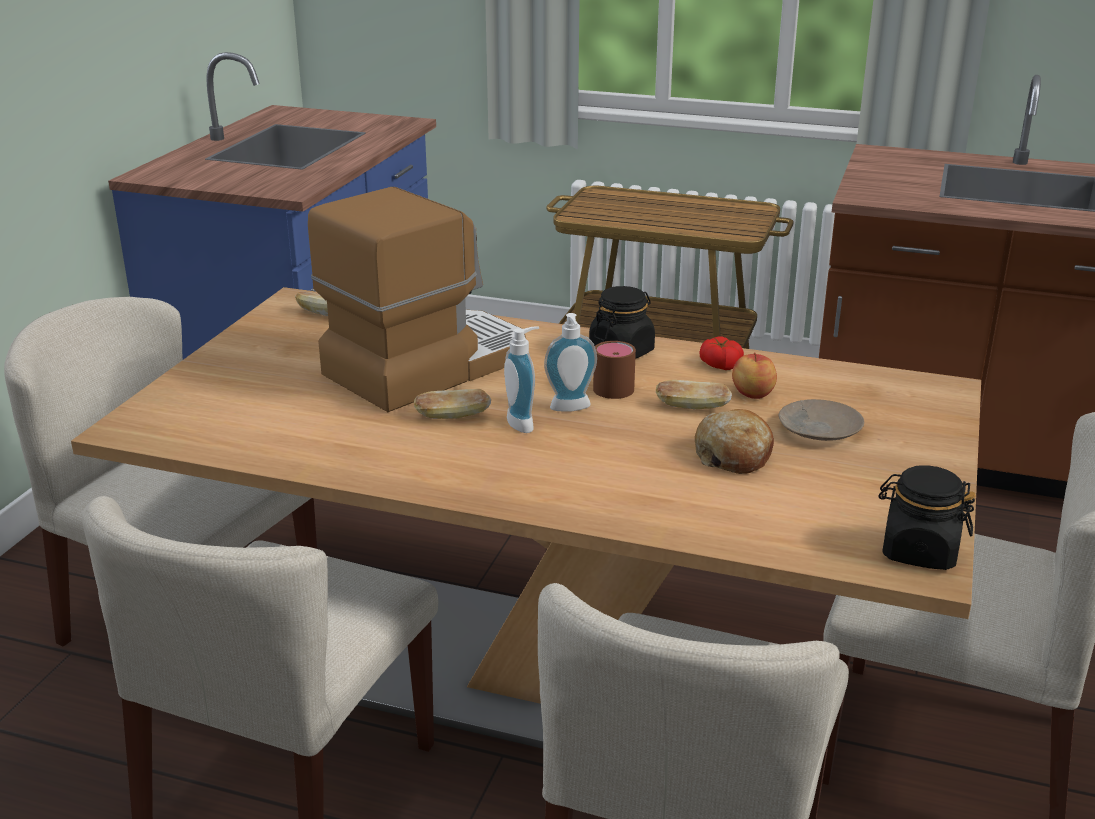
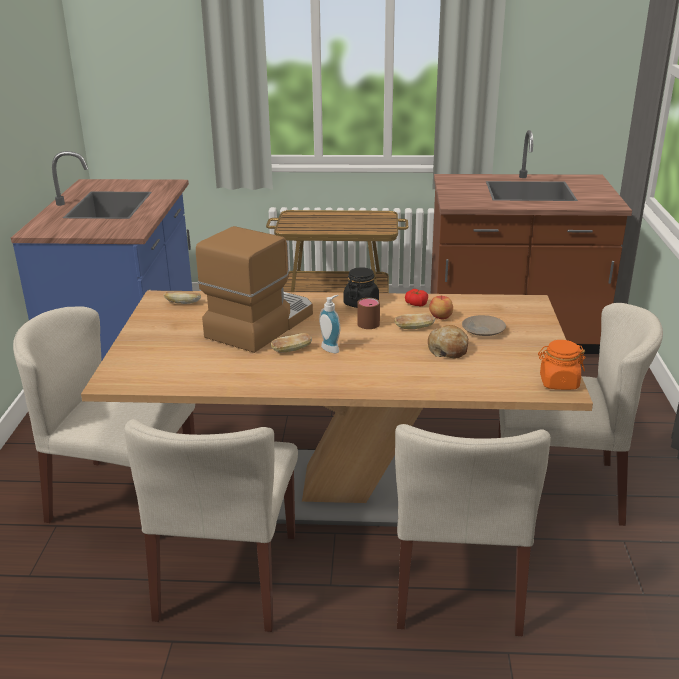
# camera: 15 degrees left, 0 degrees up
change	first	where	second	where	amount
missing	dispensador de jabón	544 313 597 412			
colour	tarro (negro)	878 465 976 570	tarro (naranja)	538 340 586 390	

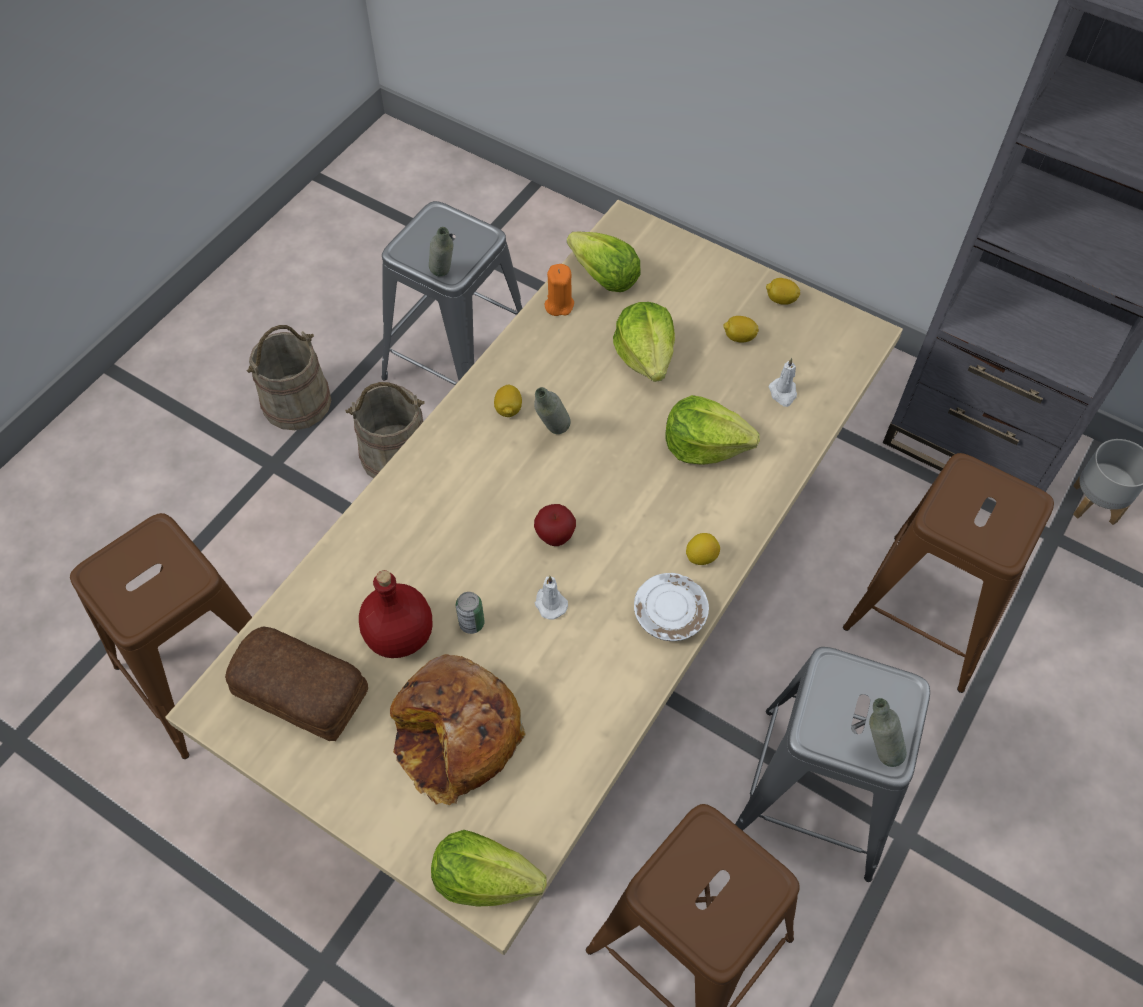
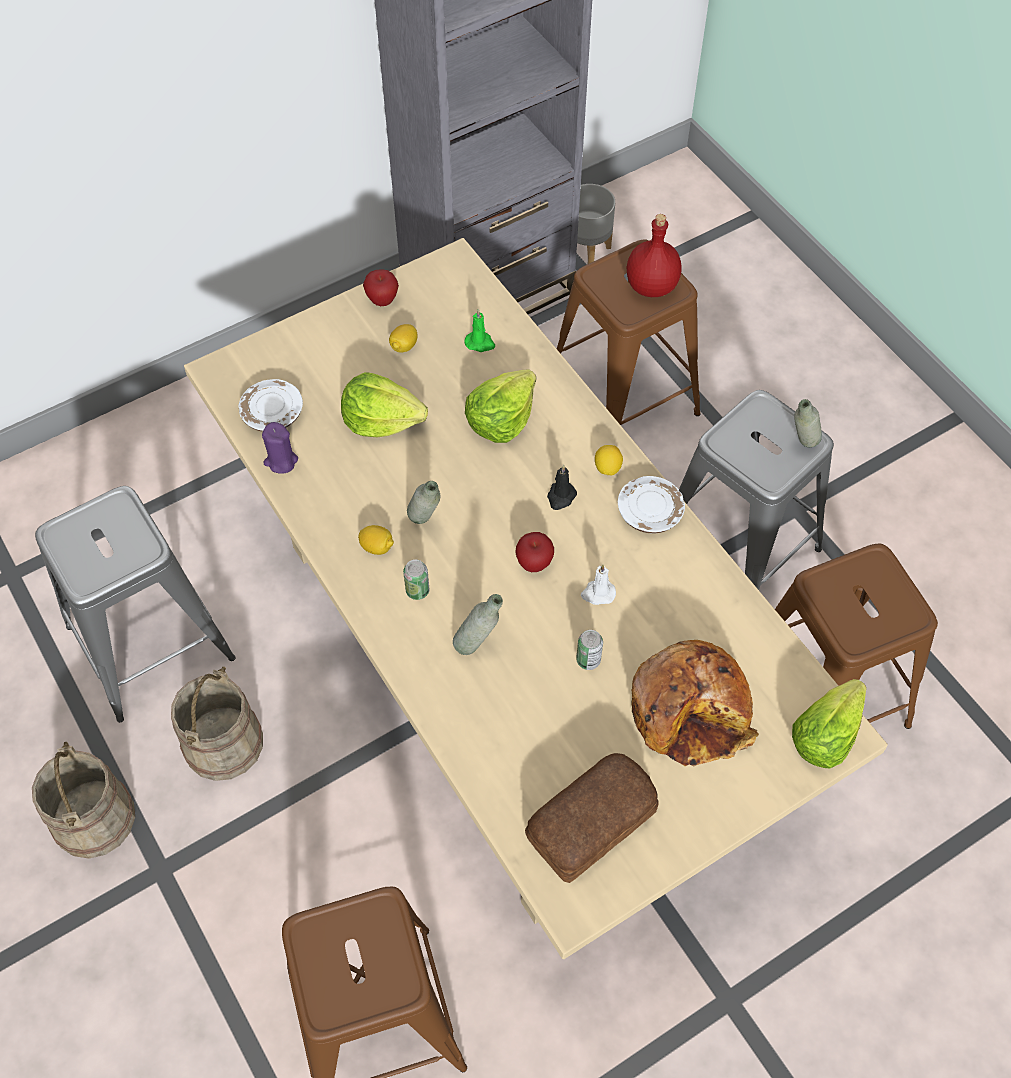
# camera: 65 degrees left, 0 degrees up
change	first	where	second	where	amount
relocated	botella (gris)	429 227 453 276		453 594 503 655	
exchanged	lechuga	567 232 640 292	plato (blanco)	238 379 303 432	
colour	vela (naranja)	545 264 574 316	vela (morado)	262 422 298 474	
exchanged	limón	766 278 800 305	manzana	363 269 399 306	
colour	vela (blanco)	769 358 797 407	vela (verde)	464 309 495 352	
relocated	botella (rojo)	359 570 432 658		627 214 682 297	
appeared			vela (negro)	547 465 577 510	
appeared			lata	403 559 429 600	

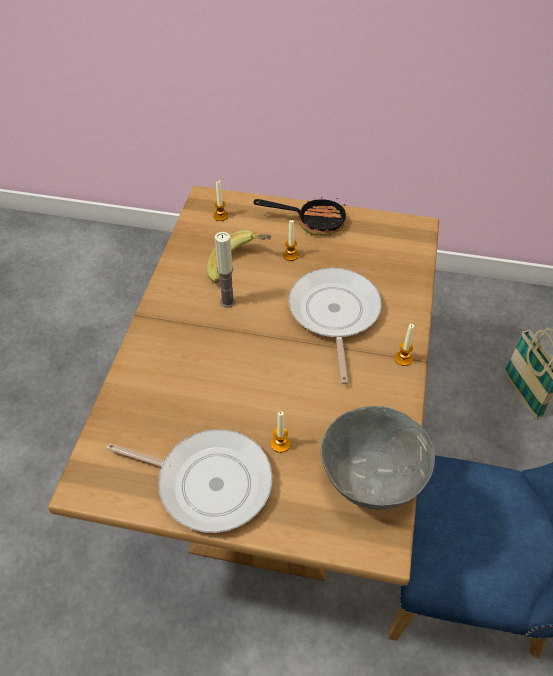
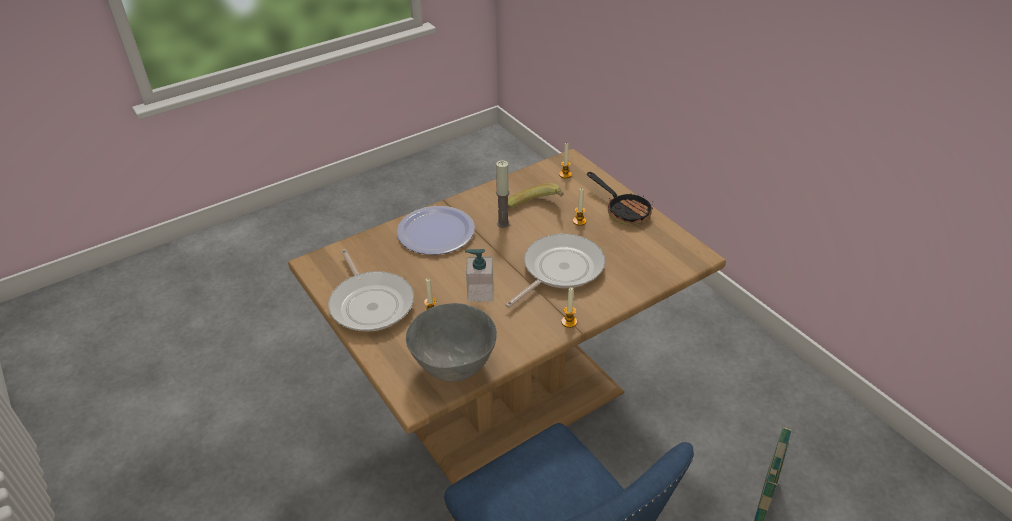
# camera: 45 degrees right, 10 degrees down
change	first	where	second	where	amount
appeared			plato	397 206 475 255	
appeared			dispensador de jabón	465 249 494 302	

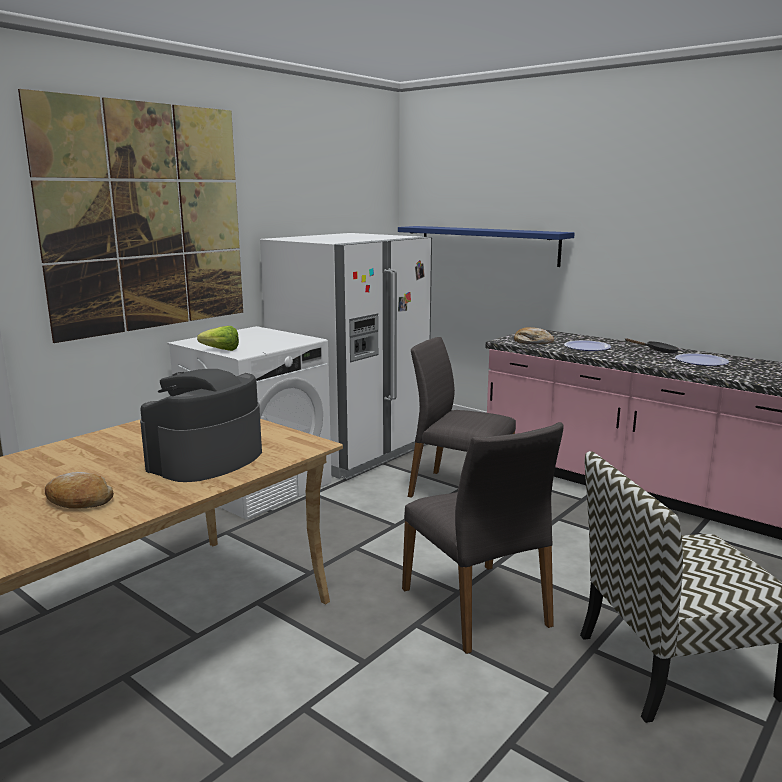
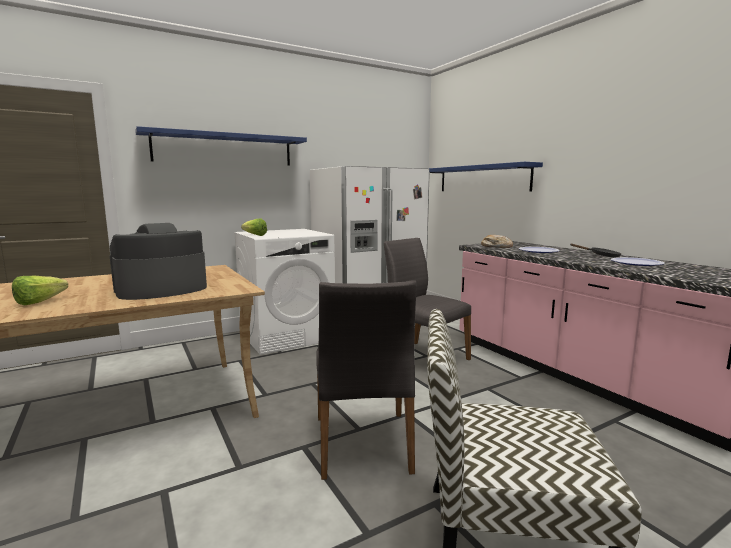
# camera: 20 degrees right, 5 degrees down
change	first	where	second	where	amount
exchanged	cuadro	18 89 243 343	estante (azul)	135 126 307 166	
exchanged	pan	45 472 114 509	lechuga	12 275 68 305	

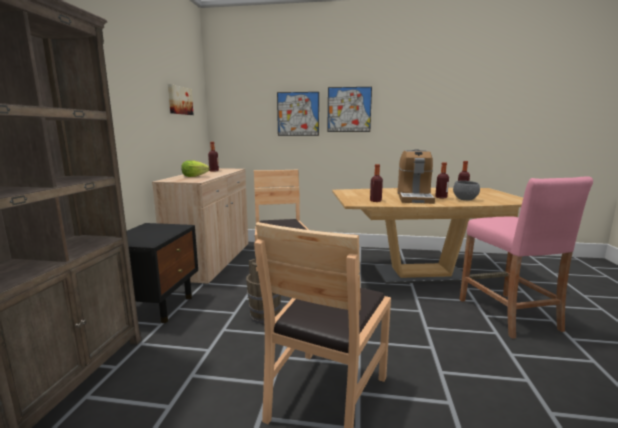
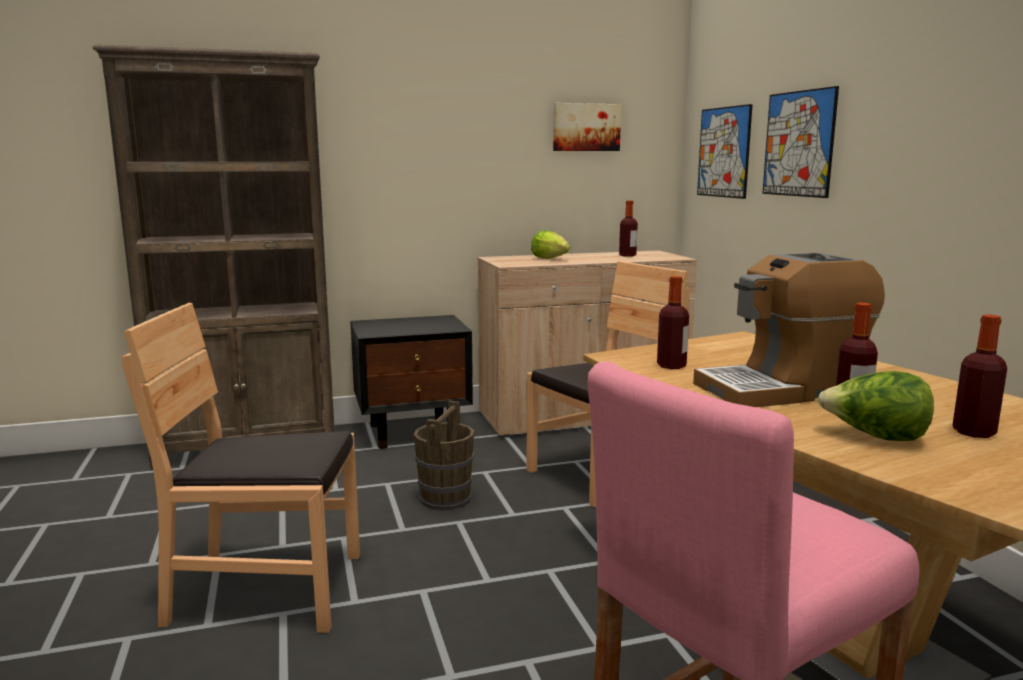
# camera: 65 degrees right, 0 degrees up
change	first	where	second	where	amount
relocated	cuadro	327 87 372 132		697 104 753 199	
exchanged	cuenco (gris)	453 181 480 200	lechuga	818 371 934 441	

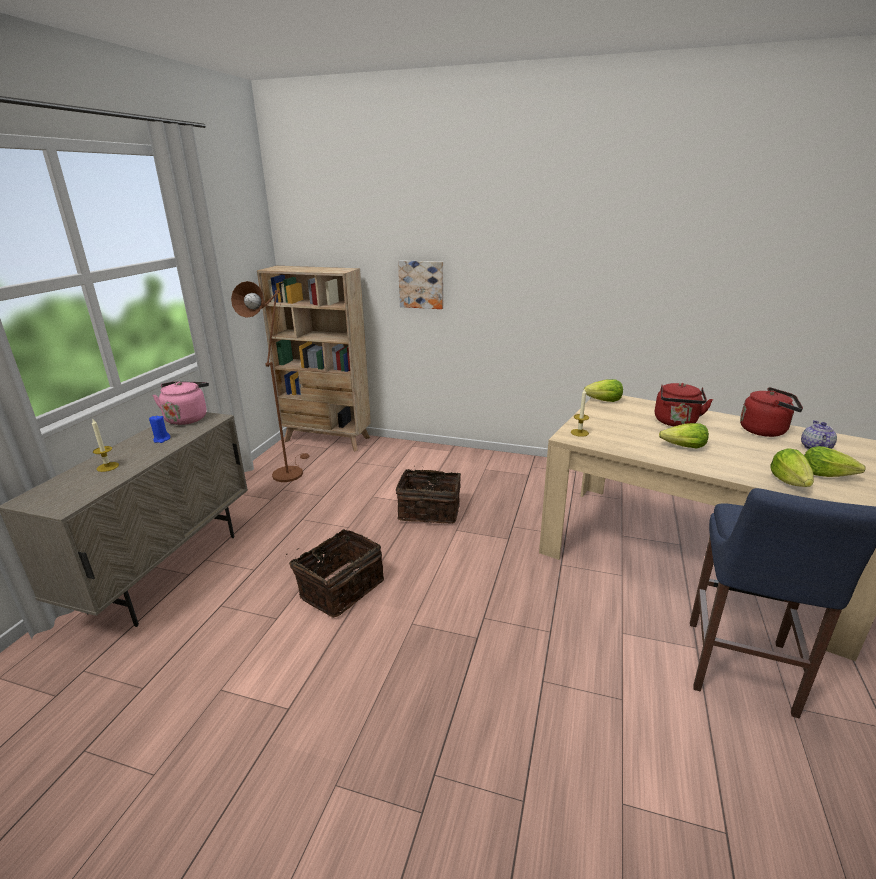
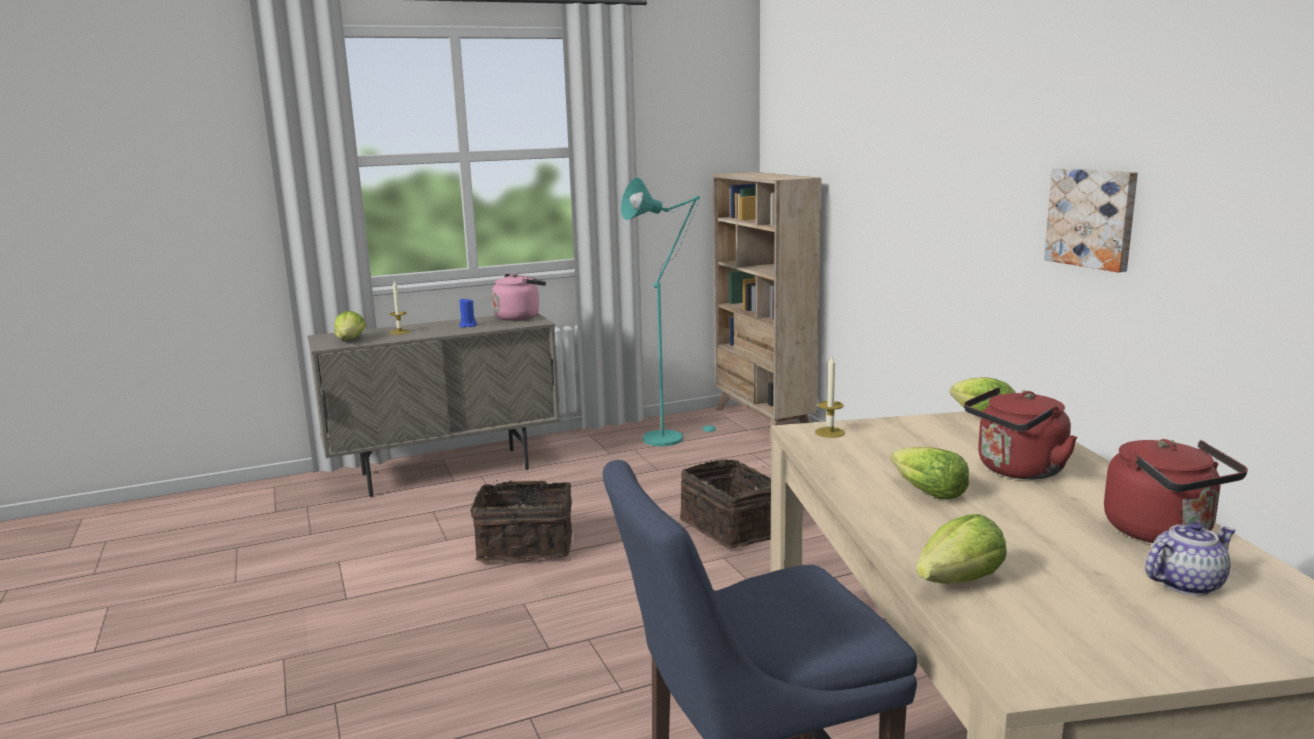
# camera: 50 degrees right, 10 degrees down
change	first	where	second	where	amount
relocated	cuadro	398 260 444 309		1044 168 1138 272	
colour	lámpara de pie (marrón)	231 281 310 482	lámpara de pie (turquesa)	621 177 717 446	
relocated	lechuga	804 446 866 477		334 311 366 340	

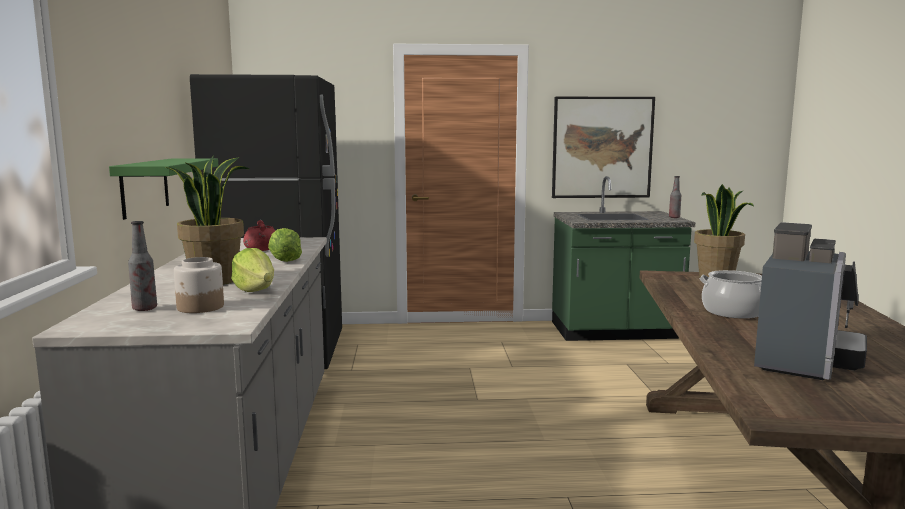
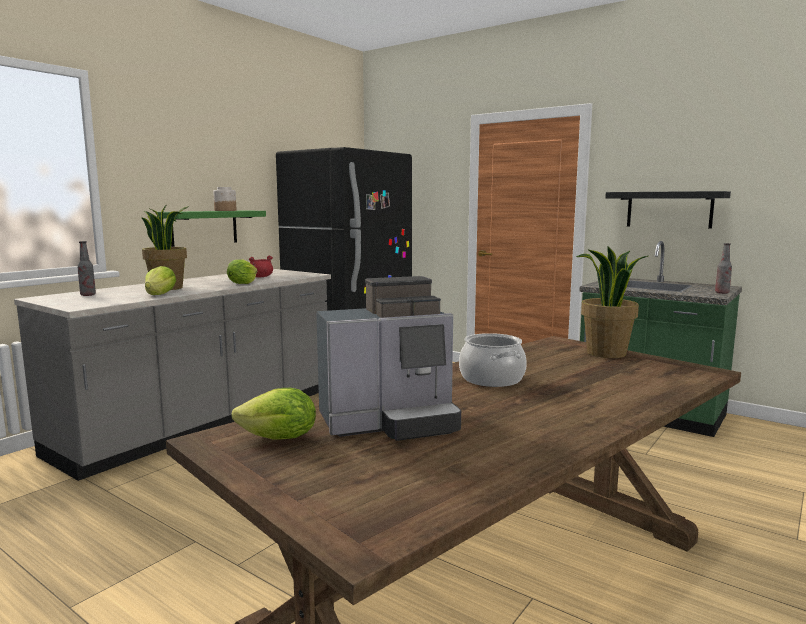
# camera: 40 degrees right, 0 degrees up
change	first	where	second	where	amount
exchanged	cuadro	552 97 655 198	estante (negro)	605 191 731 229	
relocated	tarro	174 257 224 313		213 187 236 211	
appeared			lechuga	232 388 316 440	

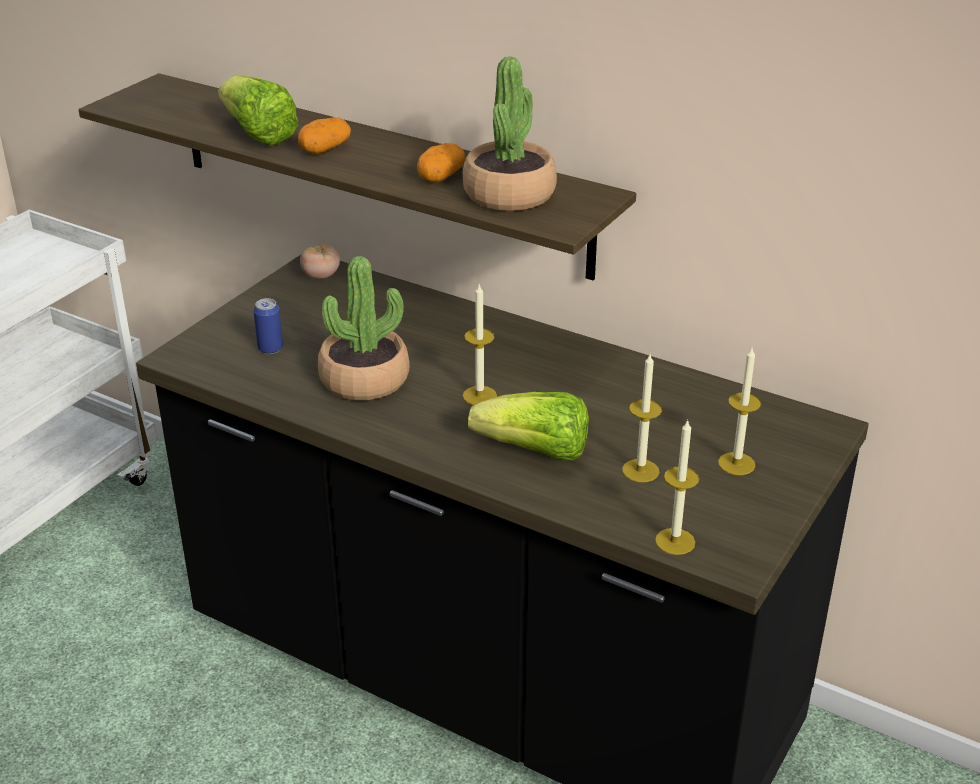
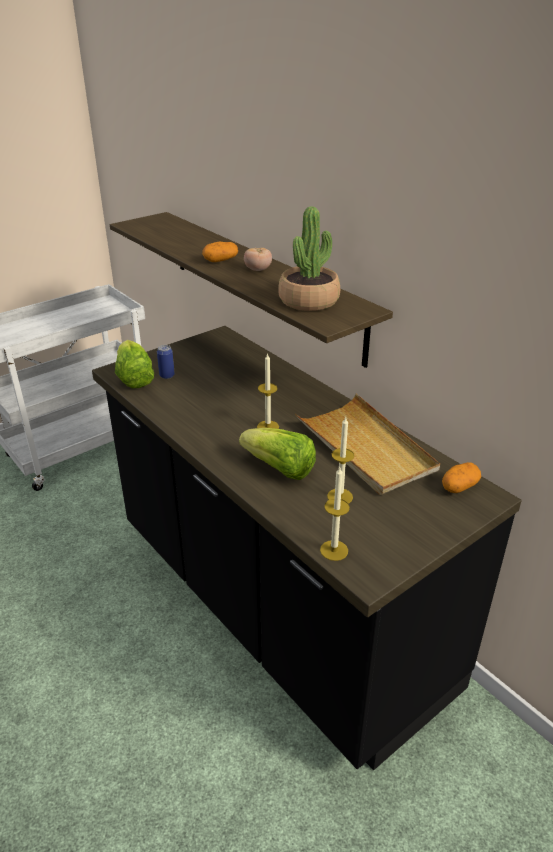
# camera: 20 degrees right, 0 degrees up
change	first	where	second	where	amount
relocated	lechuga	218 75 299 146		115 340 154 388	
relocated	patata	417 143 466 182		442 462 481 493	
relocated	tomate	300 244 340 279		244 247 272 271	
missing	planta en maceta	318 256 410 400			
missing	vela	718 348 761 475			
appeared			bandeja (beis)	295 394 440 495	

